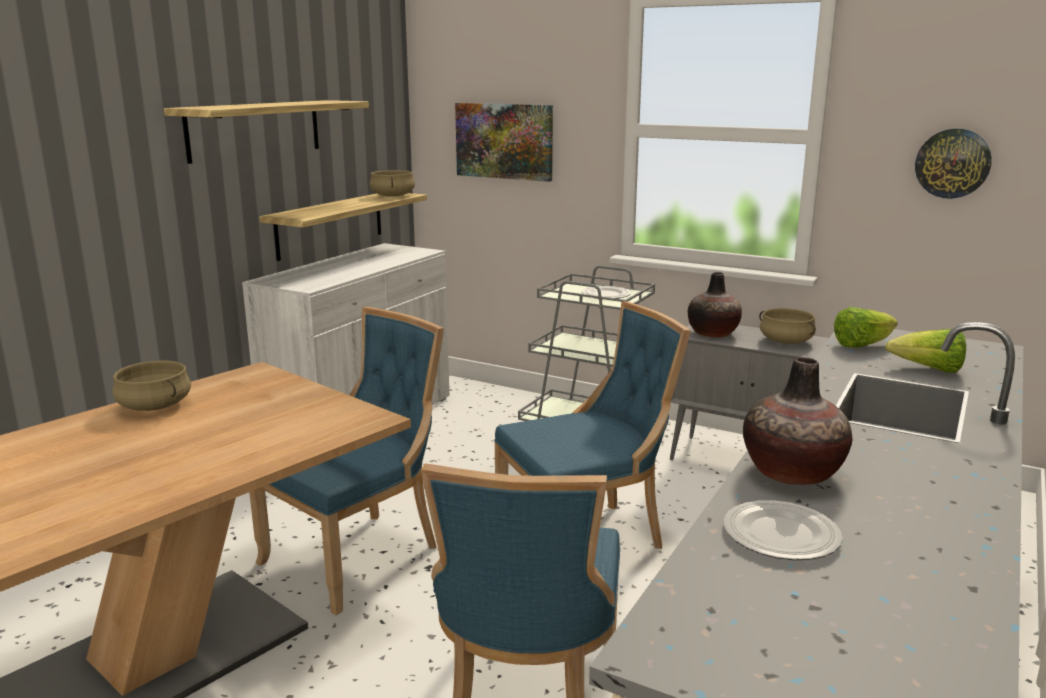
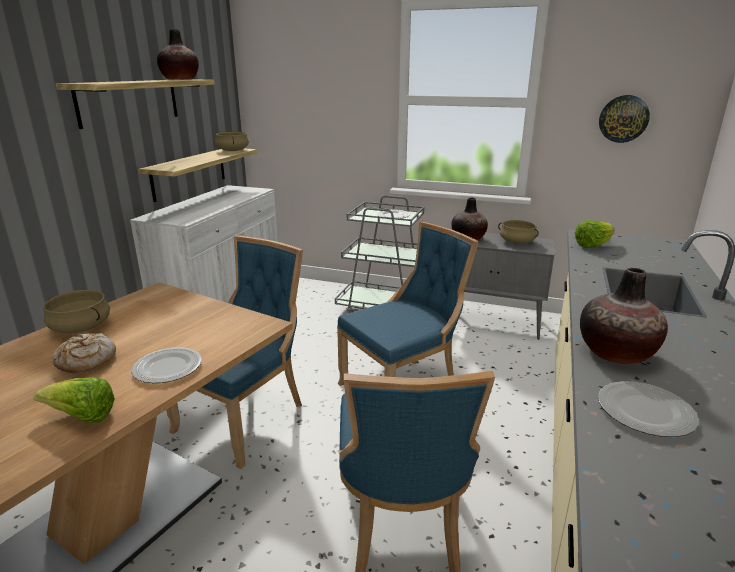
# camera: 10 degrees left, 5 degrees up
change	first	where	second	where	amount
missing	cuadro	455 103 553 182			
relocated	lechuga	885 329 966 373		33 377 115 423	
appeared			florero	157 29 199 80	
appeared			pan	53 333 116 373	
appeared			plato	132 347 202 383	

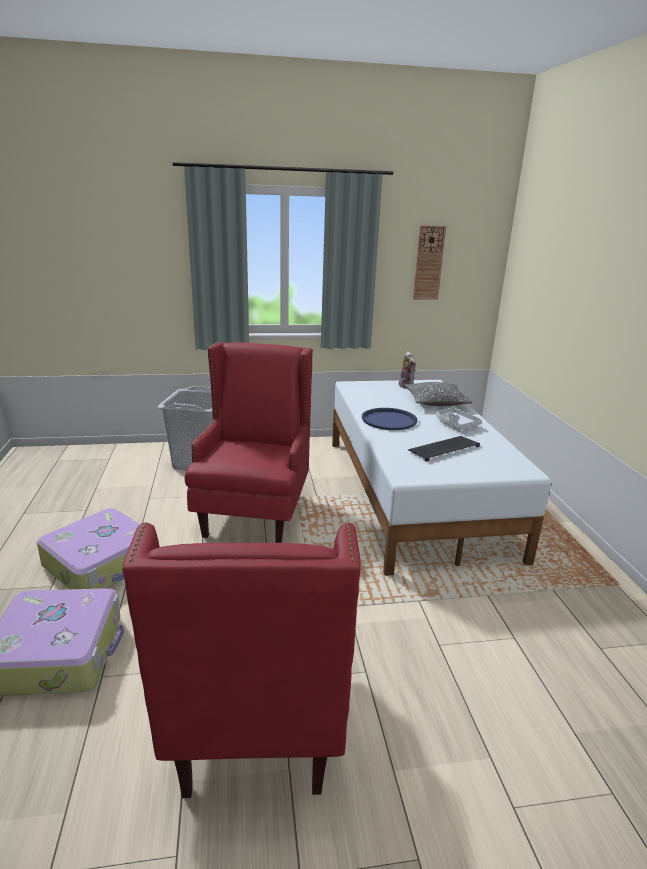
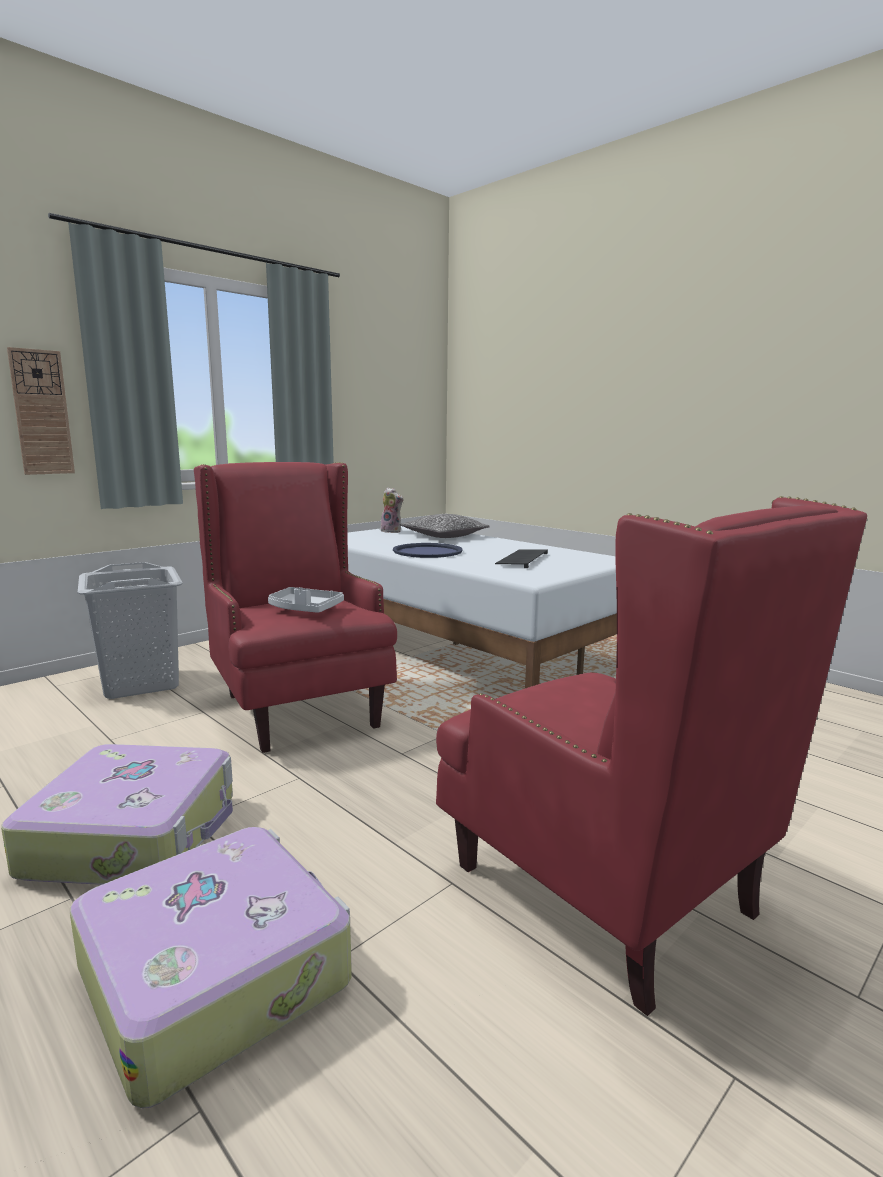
# camera: 35 degrees left, 10 degrees down
change	first	where	second	where	amount
relocated	reloj de pared	413 225 446 300		7 347 75 475	
relocated	bandeja (gris)	436 407 482 430		268 587 344 613	

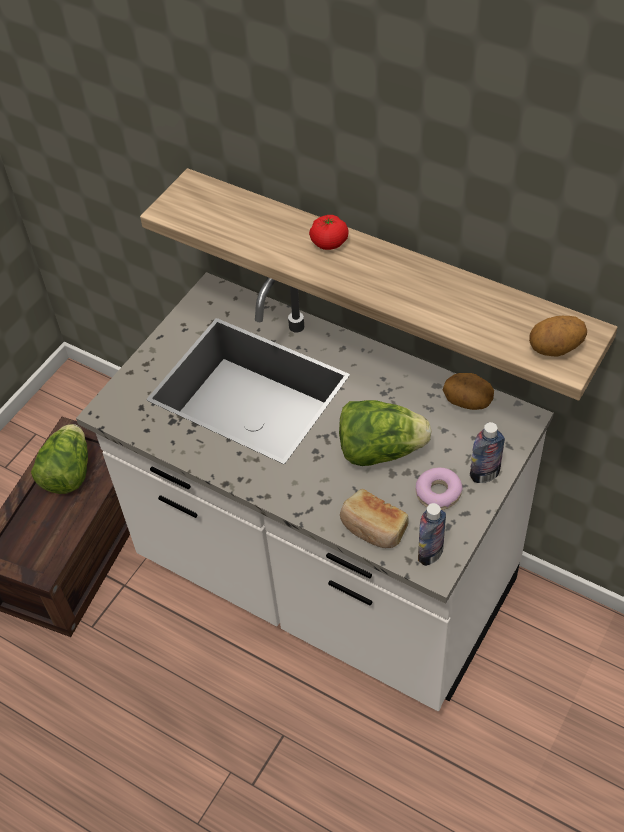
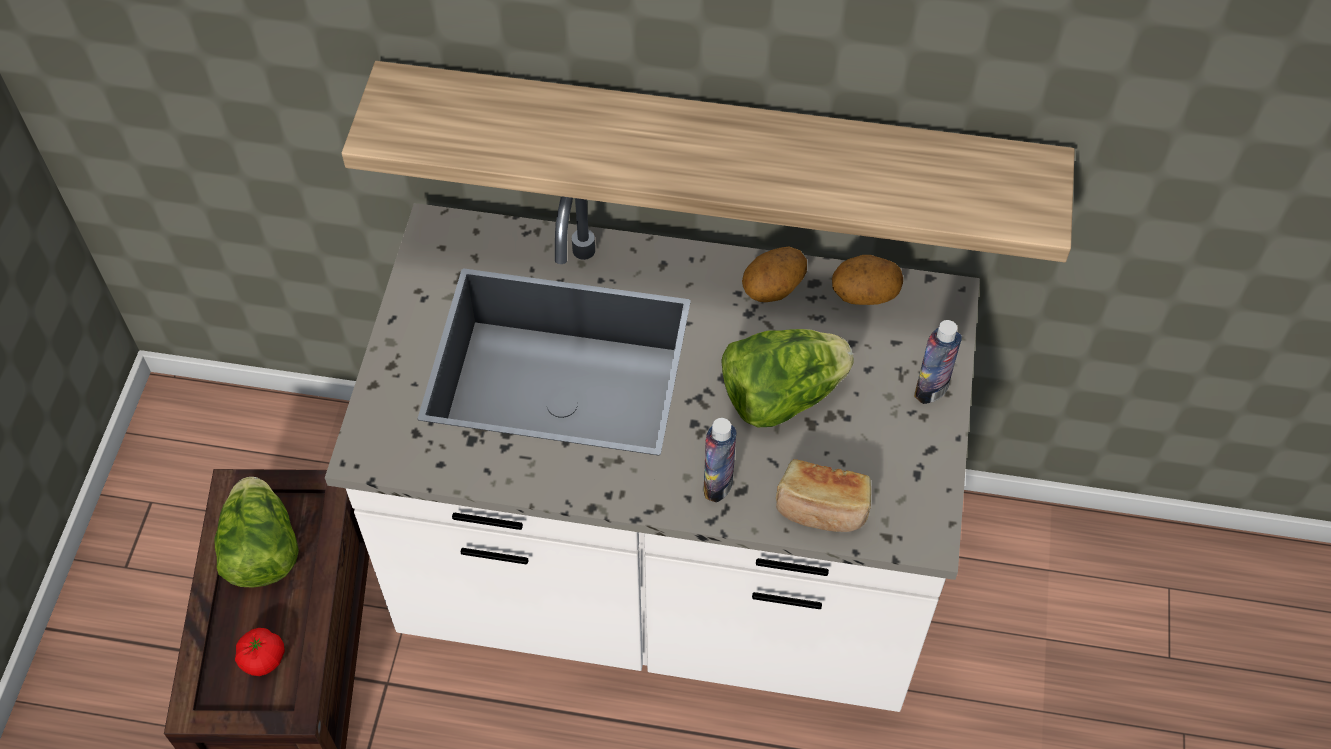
# camera: 25 degrees left, 5 degrees up
change	first	where	second	where	amount
relocated	tomate	309 215 349 250		235 628 285 676	
relocated	patata	529 316 587 357		742 246 807 302	
missing	rosquilla	416 467 463 510			
relocated	botella	418 503 446 566		704 418 736 503	

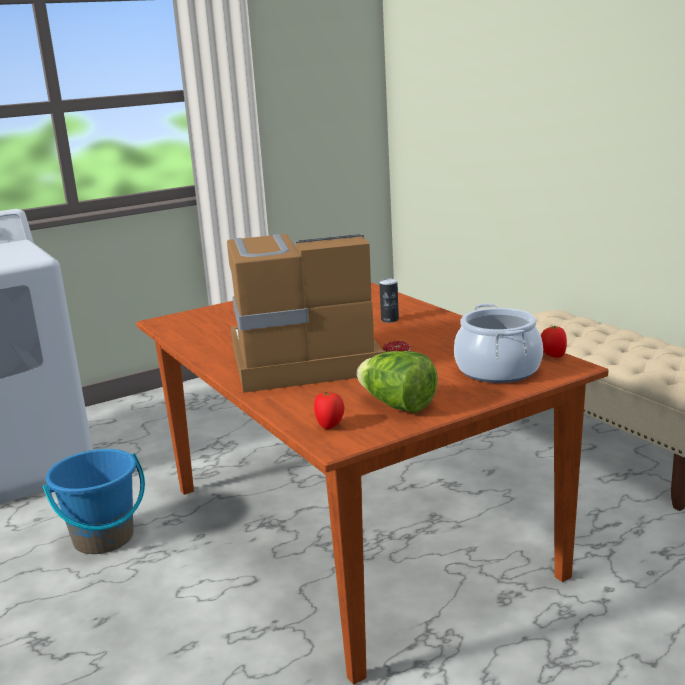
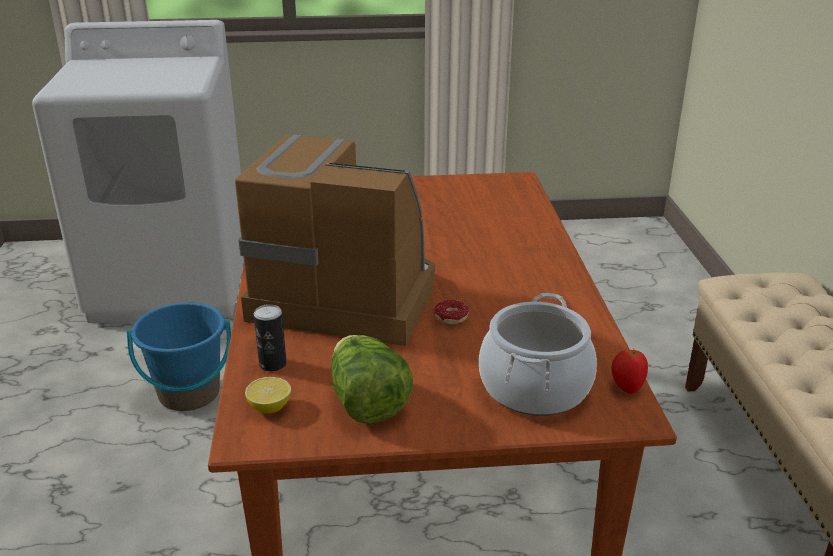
# camera: 25 degrees right, 10 degrees up
change	first	where	second	where	amount
relocated	lata	379 279 399 323		254 304 286 371	
exchanged	tomate	314 391 344 429	limón	245 377 291 413	

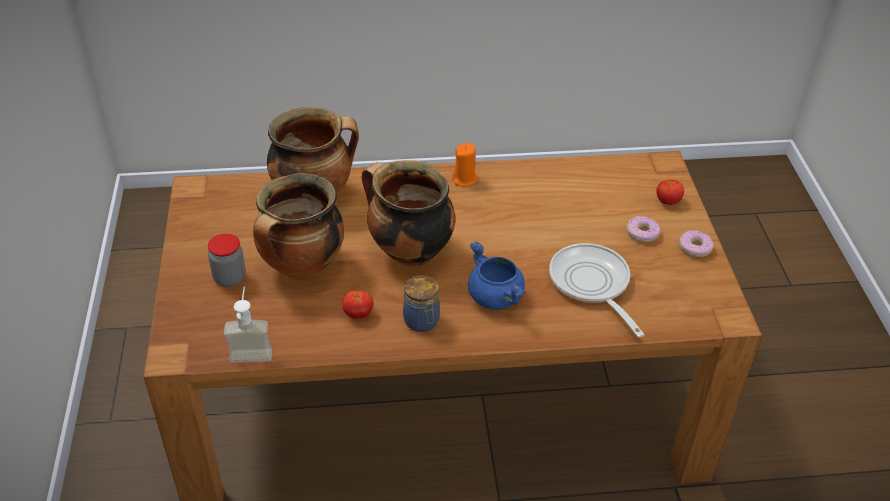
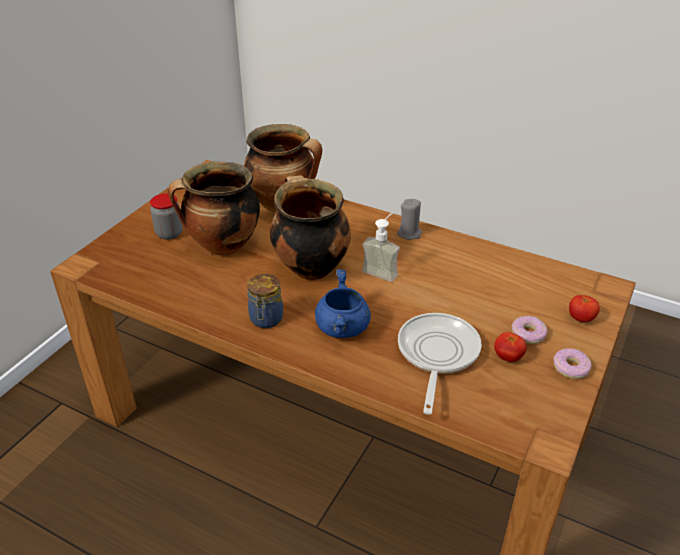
# camera: 35 degrees right, 5 degrees down
change	first	where	second	where	amount
colour	vela (naranja)	452 143 478 187	vela (gris)	397 199 422 240	
relocated	dispensador de jabón	224 287 272 363		362 213 400 282	
relocated	tomate	342 290 373 319		494 332 527 362	

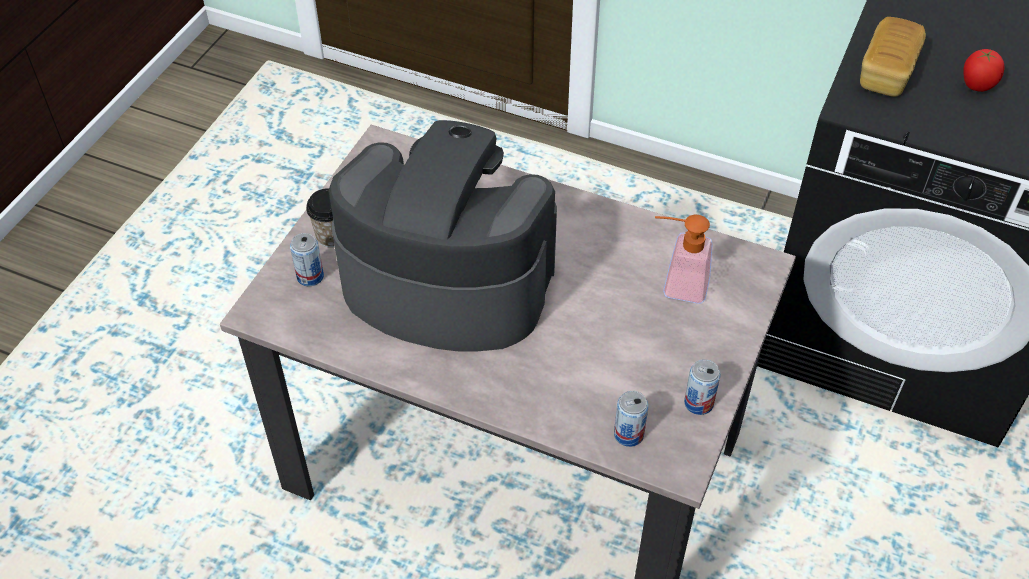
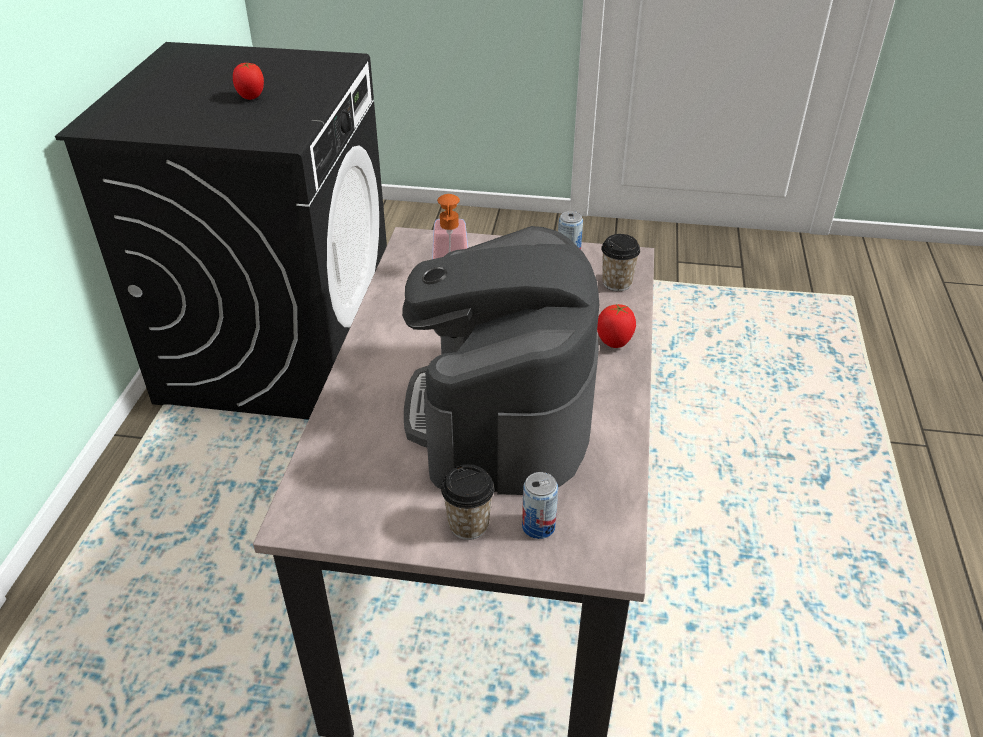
# camera: 105 degrees left, 10 degrees down
change	first	where	second	where	amount
missing	pan	860 17 926 97			
exchanged	lata	614 391 648 447	taza	601 234 640 291	
appeared			tomate	597 304 636 348	

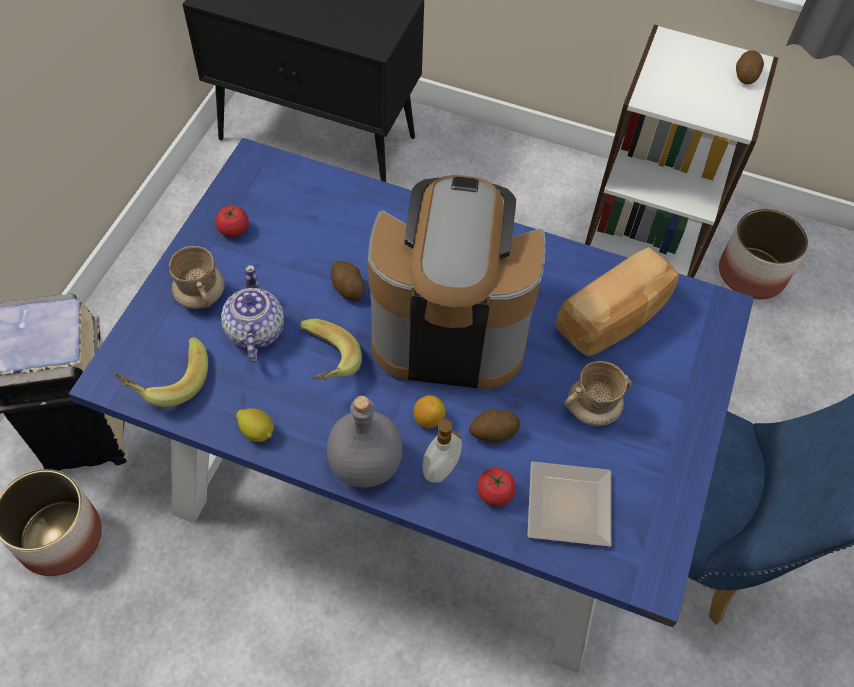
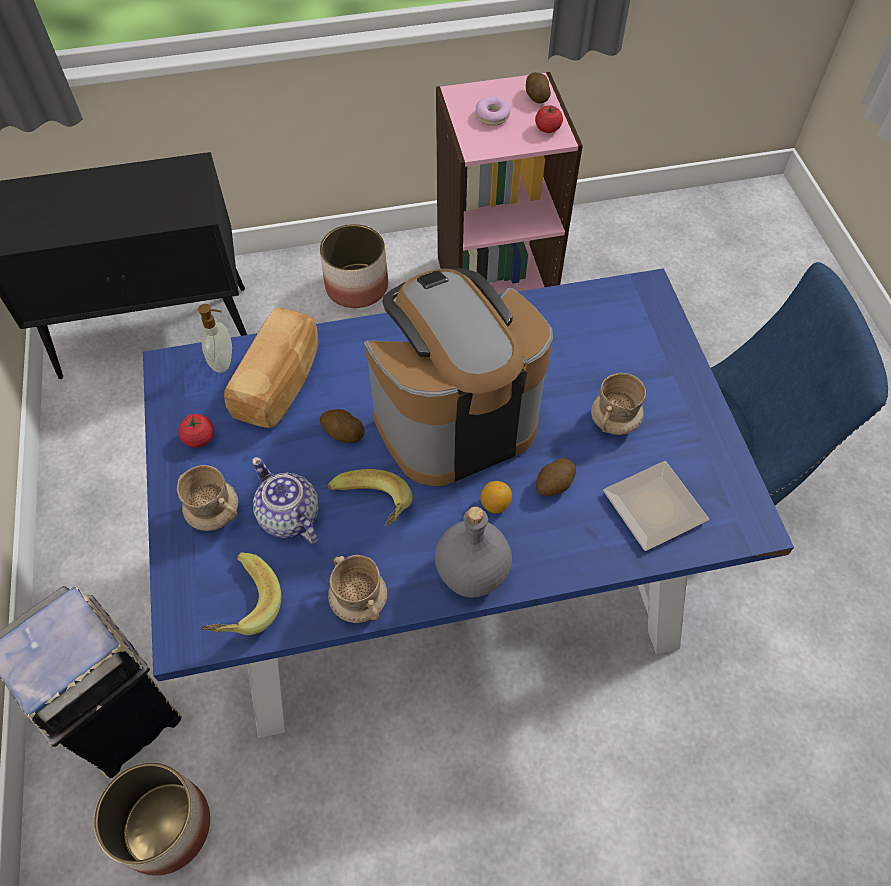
# camera: 30 degrees left, 0 degrees up
change	first	where	second	where	amount
colour	estantería (blanco)	585 25 778 278	estantería (rosa)	436 72 583 295	
relocated	maceta	719 209 808 299		320 224 388 308	
relocated	pan	556 247 679 357		224 307 318 428	
exchanged	limón	236 408 274 442	taza grande (beis)	328 555 387 623	
relocated	dispensador de jabón	422 419 462 483		198 304 232 373	
relocated	tomate	477 468 516 506		535 105 563 133	
appeared			rosquilla	475 96 511 126	

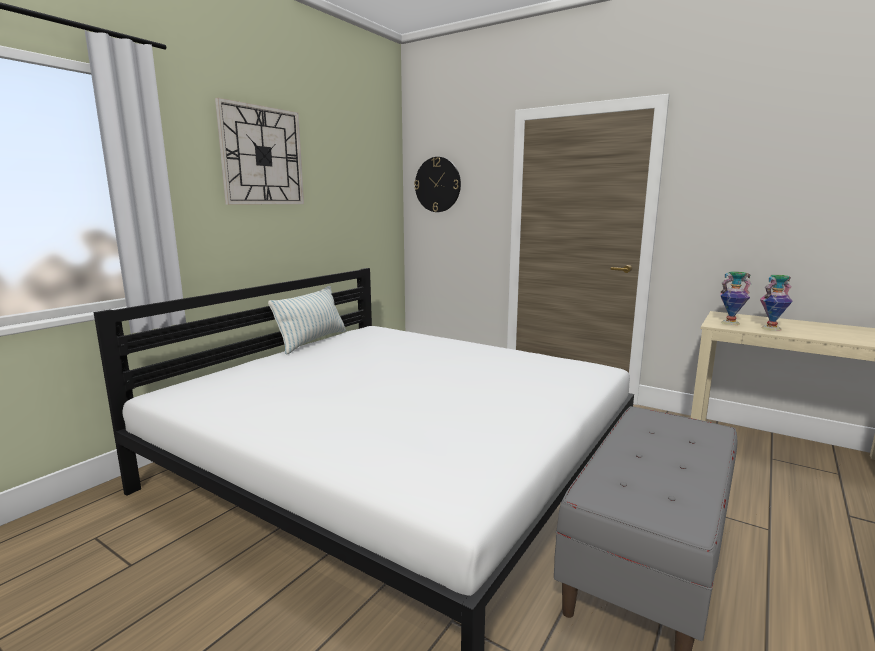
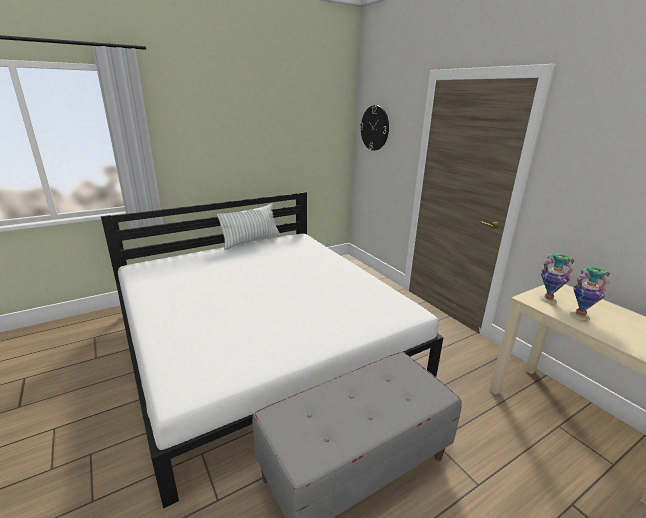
# camera: 25 degrees right, 10 degrees up
change	first	where	second	where	amount
missing	reloj de pared	215 98 304 205			

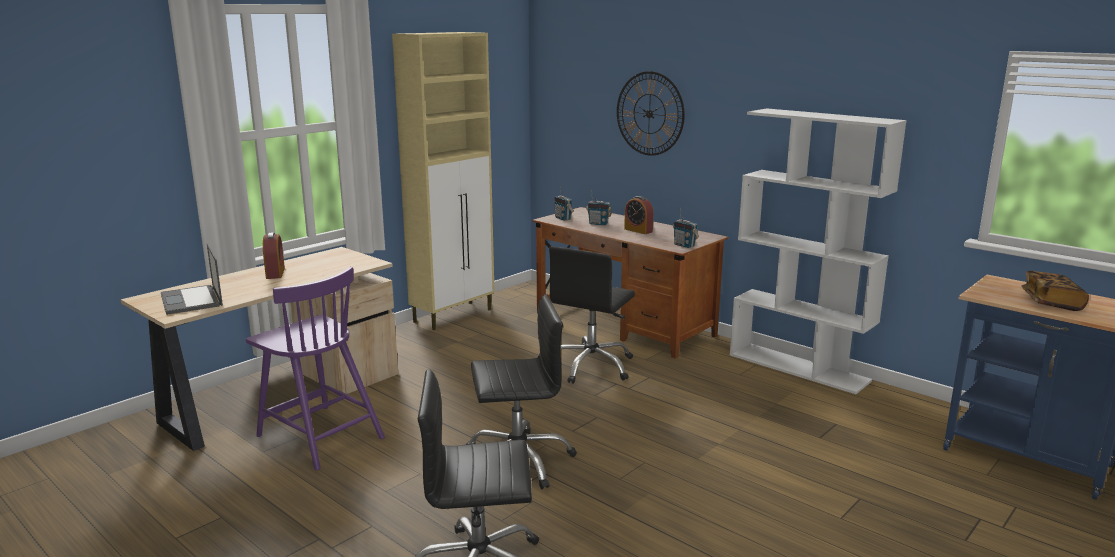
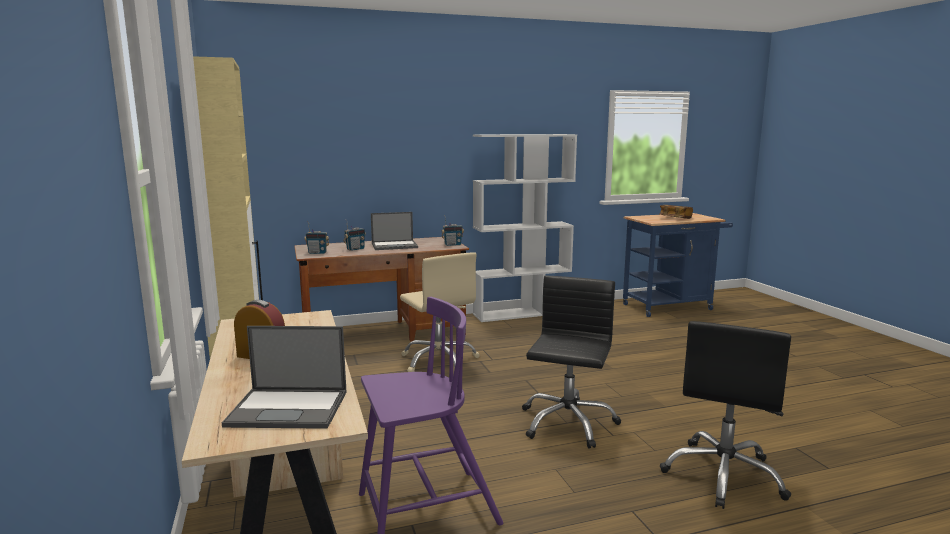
# camera: 60 degrees left, 5 degrees down
change	first	where	second	where	amount
missing	reloj de pared	617 71 685 156			
exchanged	despertador	624 196 653 234	portátil	371 212 418 250	
colour	silla de oficina (negro)	549 247 635 384	silla de oficina (beis)	400 252 480 372	

